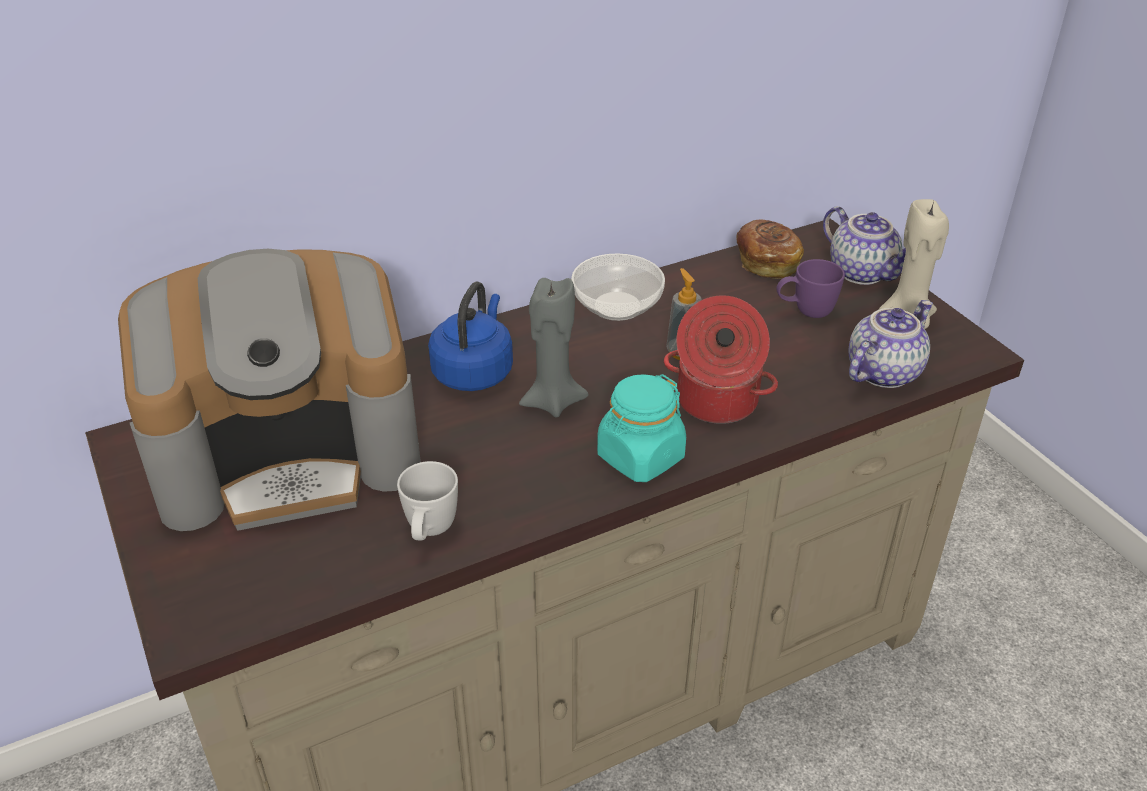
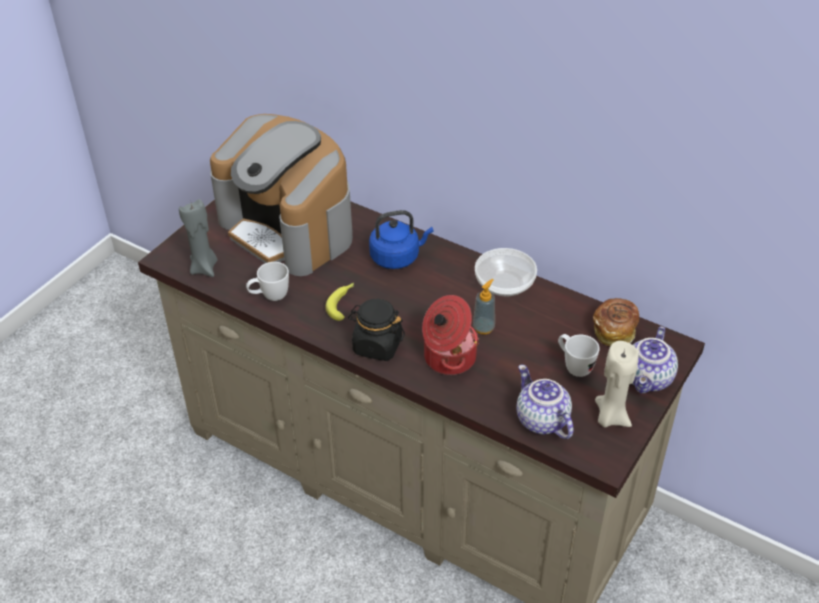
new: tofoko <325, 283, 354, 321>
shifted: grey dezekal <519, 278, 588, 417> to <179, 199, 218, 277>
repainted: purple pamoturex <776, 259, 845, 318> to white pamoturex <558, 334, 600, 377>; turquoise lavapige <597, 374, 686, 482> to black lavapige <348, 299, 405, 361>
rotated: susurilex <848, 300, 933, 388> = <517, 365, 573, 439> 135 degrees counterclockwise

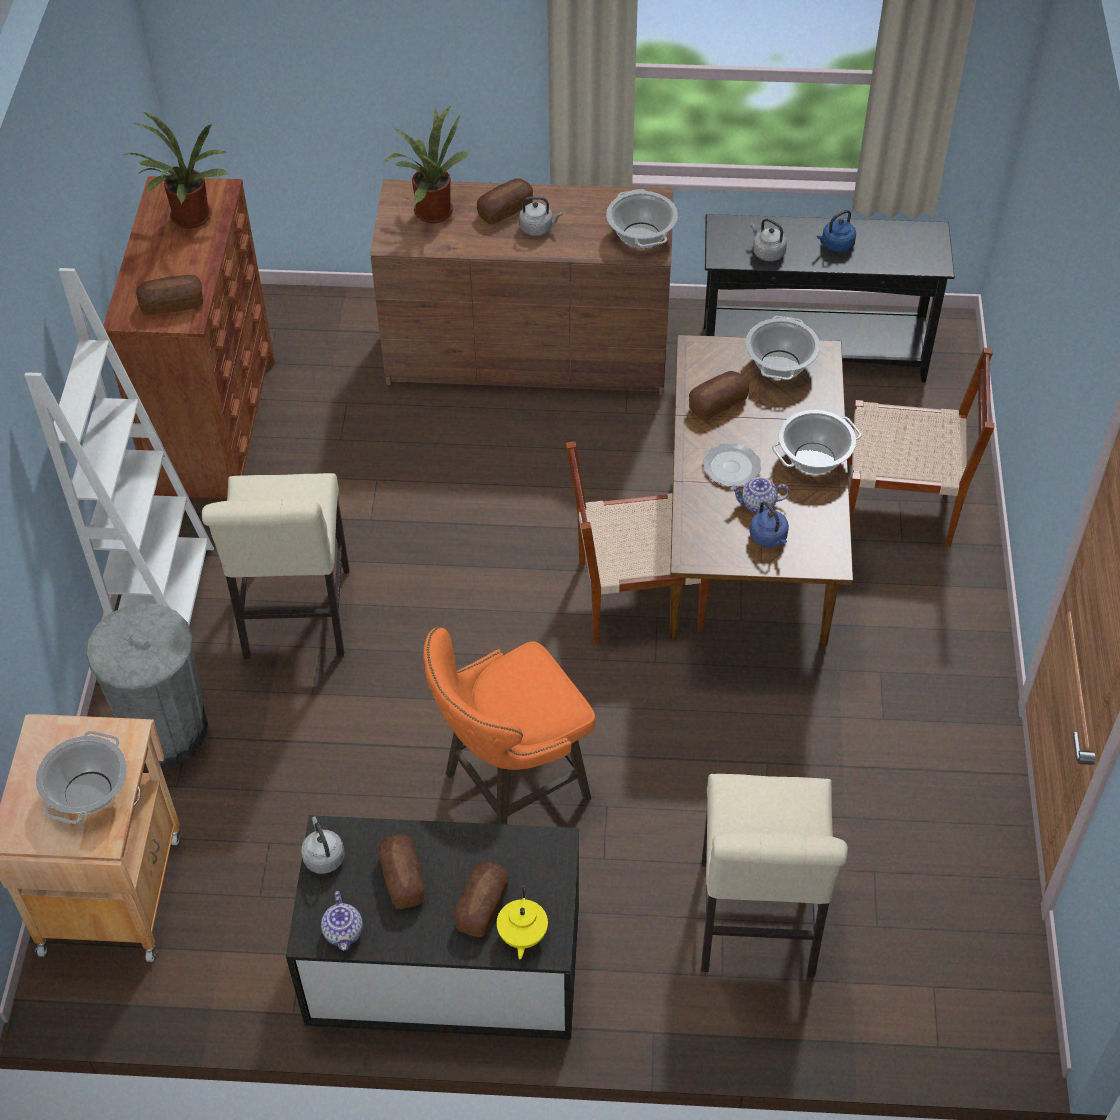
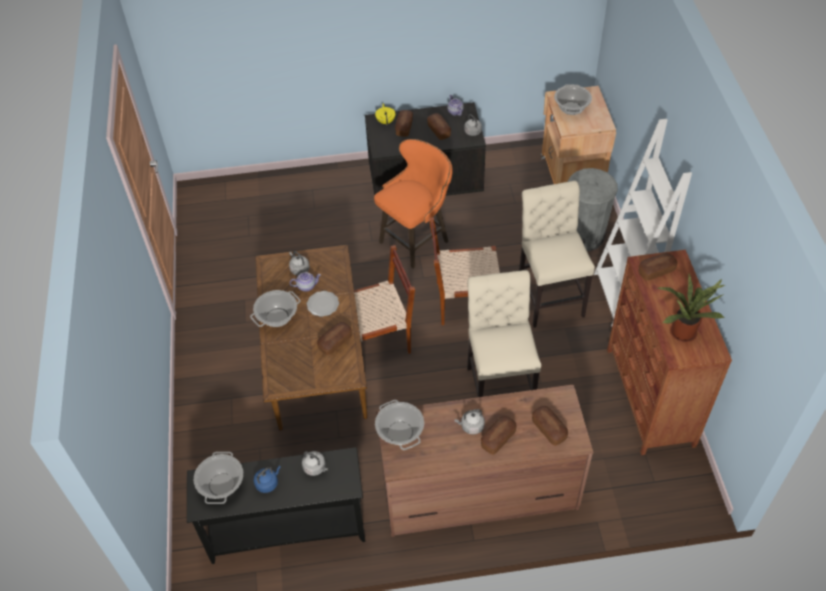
shifted: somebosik <745, 316, 820, 380> to <194, 452, 243, 504>; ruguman <847, 348, 994, 547> to <429, 217, 500, 325>; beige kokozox <701, 774, 848, 977> to <467, 270, 541, 397>
swapped: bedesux <384, 106, 470, 223> to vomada <532, 406, 568, 446>
repainted: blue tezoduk <750, 501, 789, 548> to grey tezoduk <289, 251, 310, 276>

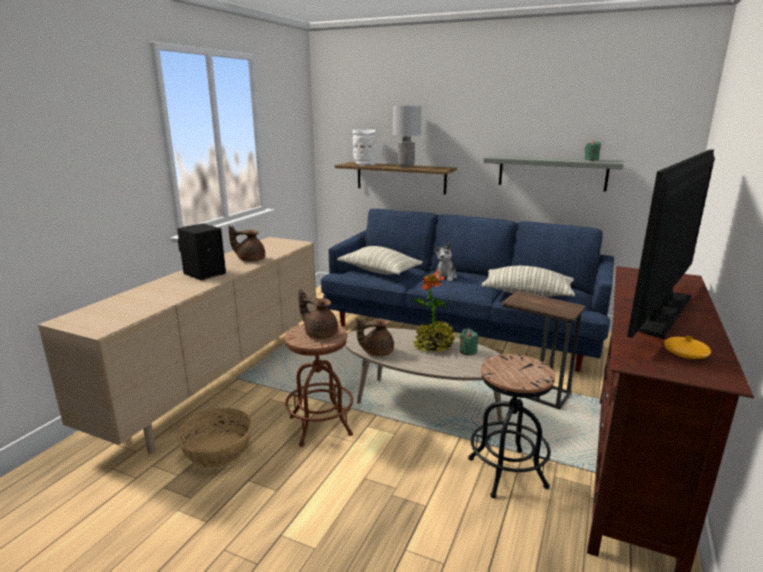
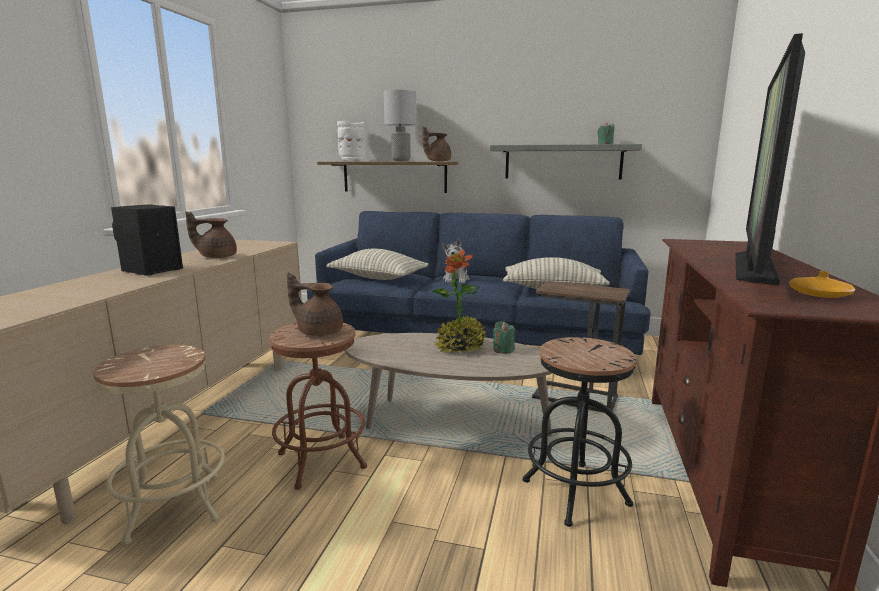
shifted: brown susurilex <357, 318, 394, 356> to <423, 126, 451, 161>
swapped: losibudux <176, 408, 253, 468> to beige kokozox <93, 345, 225, 545>

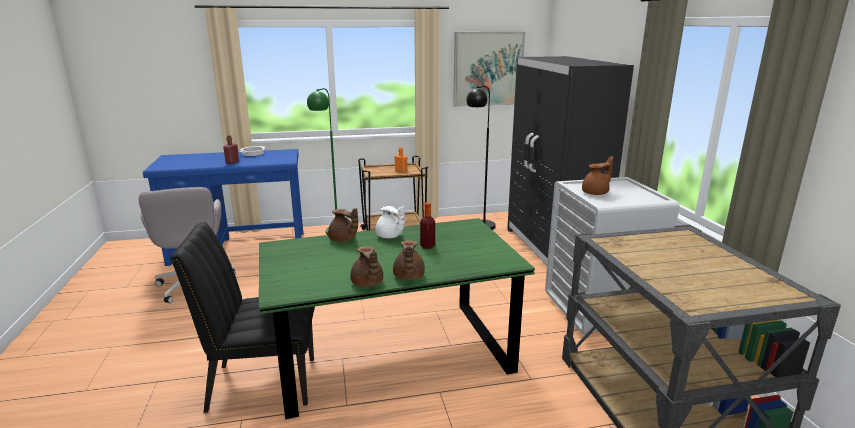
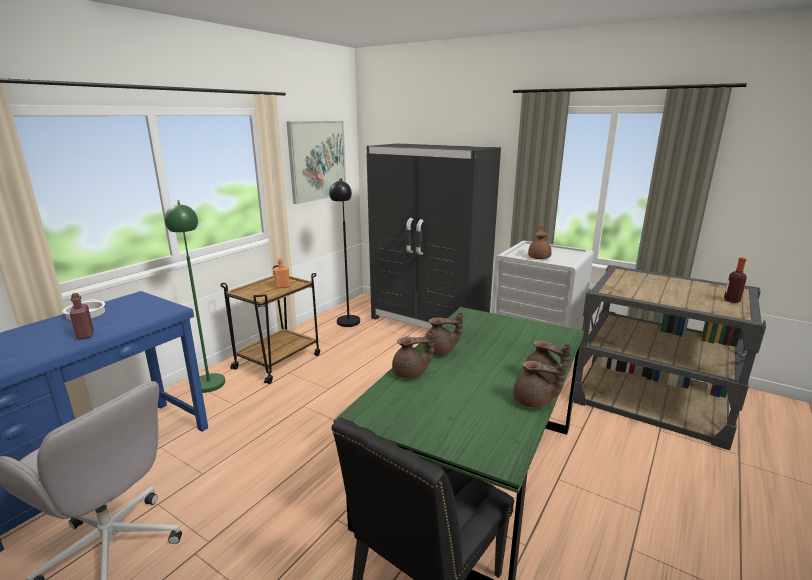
shifted: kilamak <420, 202, 435, 249> to <724, 258, 747, 303>
repainted: white susurilex <375, 206, 405, 239> to brown susurilex <423, 312, 463, 355>

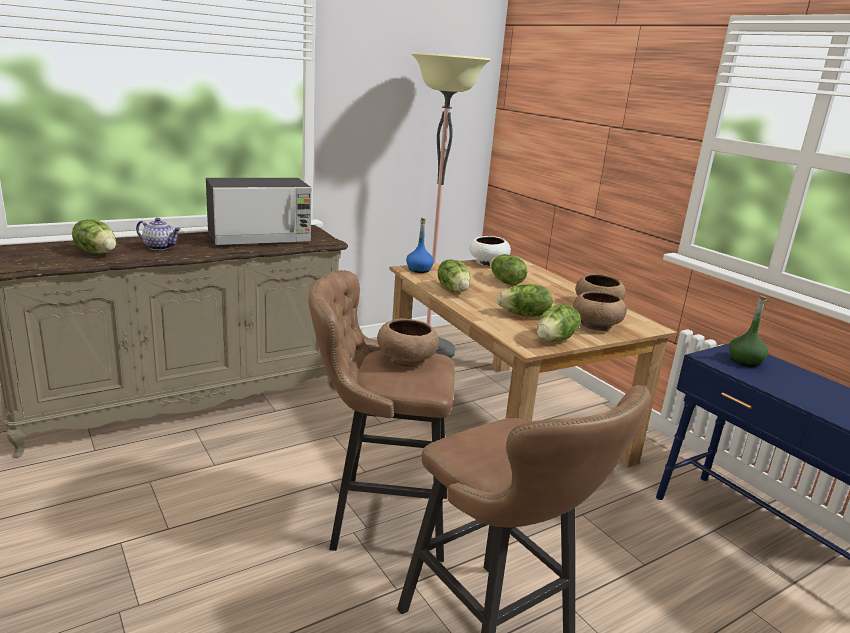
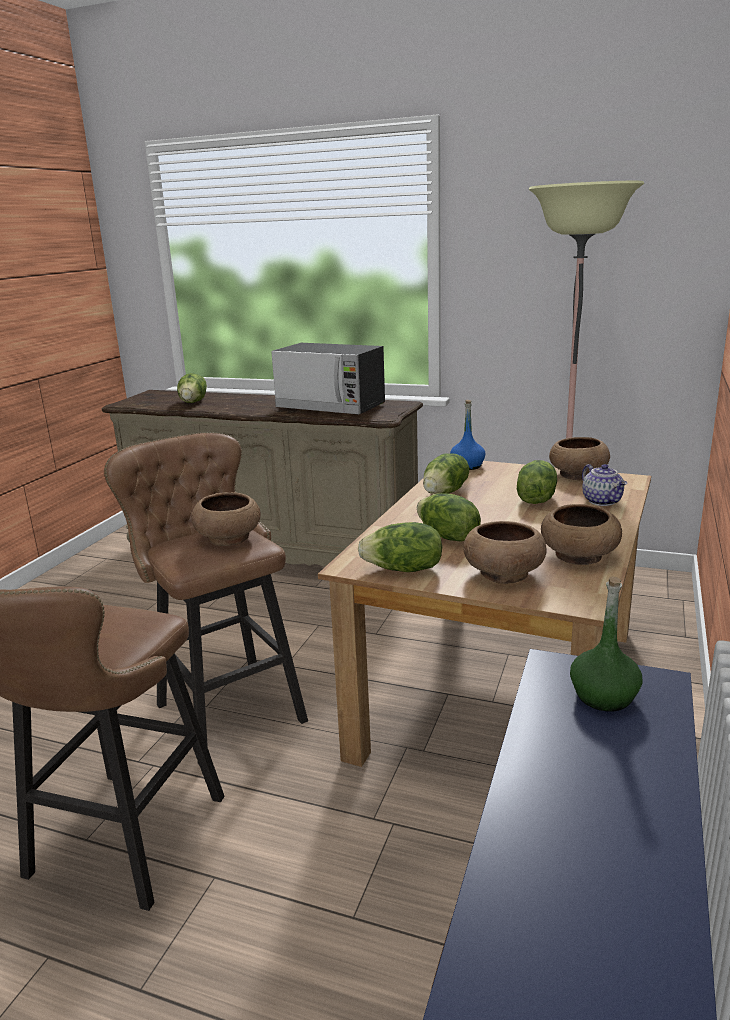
shifted: susurilex <136, 218, 181, 250> to <582, 464, 627, 506>
repainted: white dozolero <469, 236, 511, 266> to brown dozolero <549, 437, 610, 480>

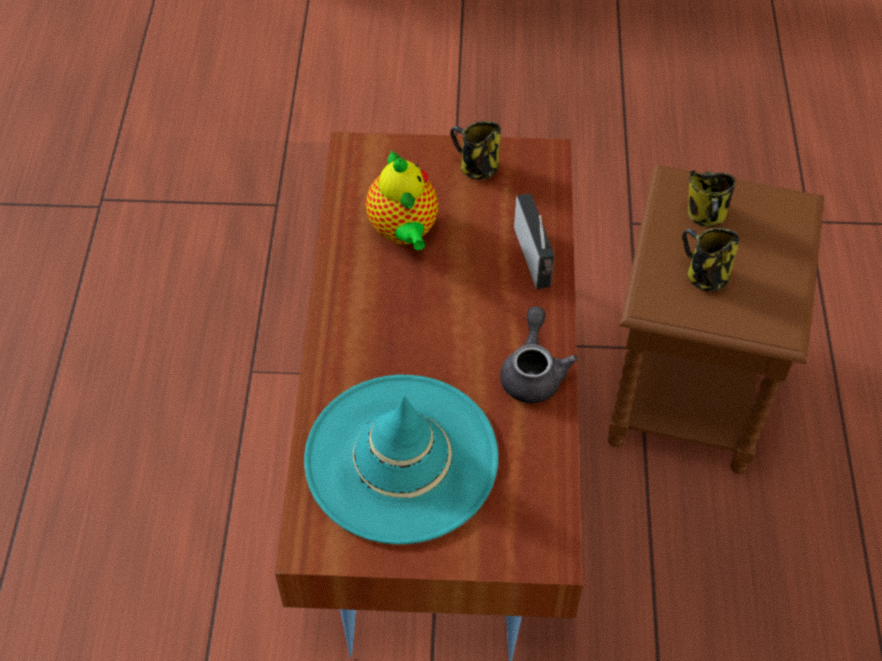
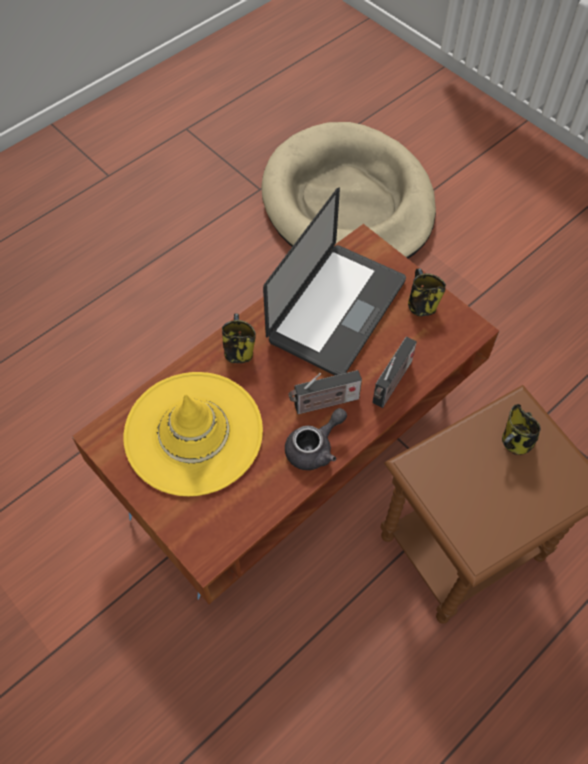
new: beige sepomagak <261, 122, 436, 258>; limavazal <288, 370, 362, 414>
shifted: pamoturex <682, 228, 740, 291> to <222, 314, 256, 363>
swapped: susurilex <366, 150, 439, 250> to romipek <263, 187, 406, 375>
repainted: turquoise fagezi <304, 374, 498, 544> to yellow fagezi <123, 372, 263, 496>

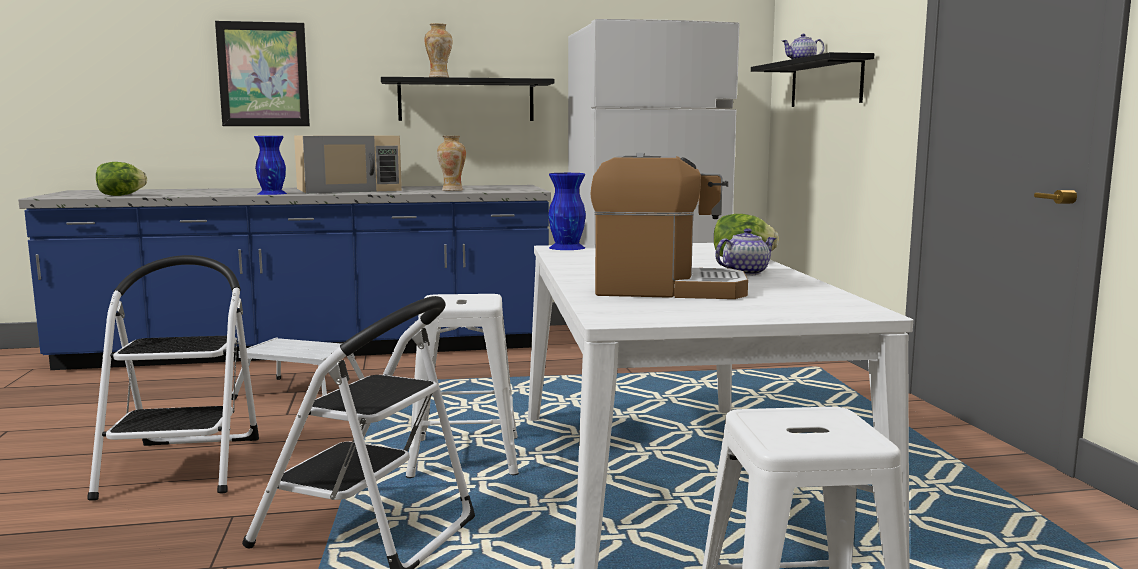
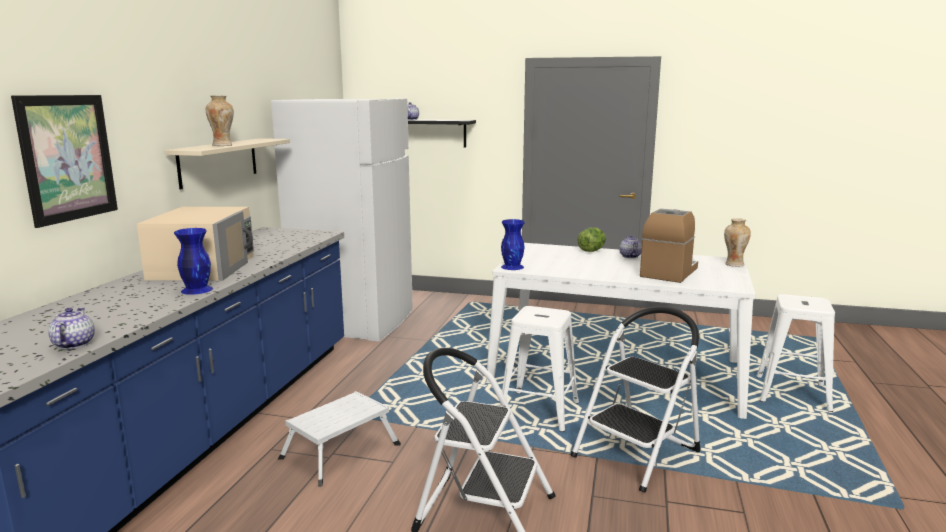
shifted: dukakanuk <437, 136, 466, 191> to <724, 218, 751, 267>
swapped: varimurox <96, 162, 147, 196> to susurilex <48, 308, 95, 349>
repainted: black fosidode <381, 77, 554, 121> to beige fosidode <164, 138, 290, 190>

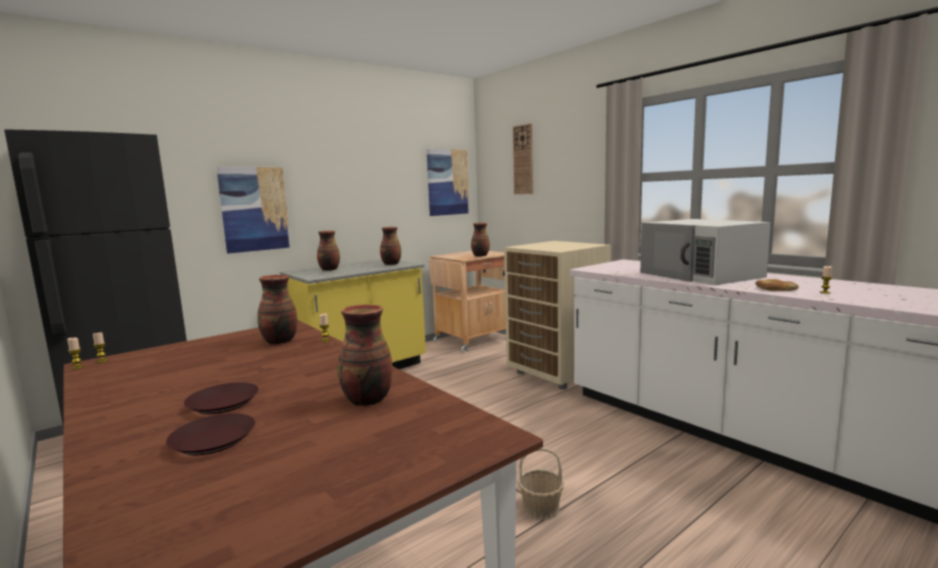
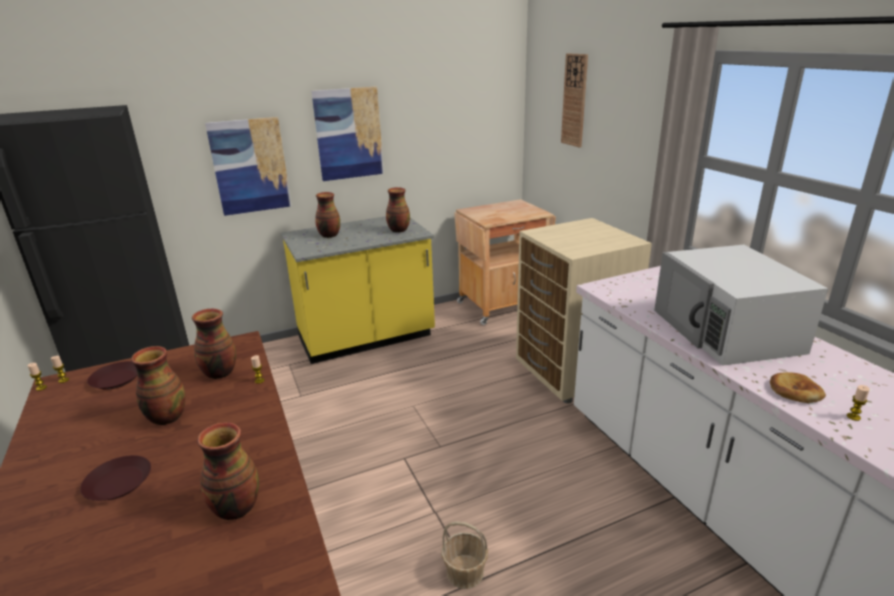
shifted: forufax <427, 149, 469, 216> to <311, 86, 384, 181>; dukakanuk <471, 223, 490, 257> to <131, 346, 185, 425>; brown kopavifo <166, 413, 255, 455> to <87, 361, 137, 390>

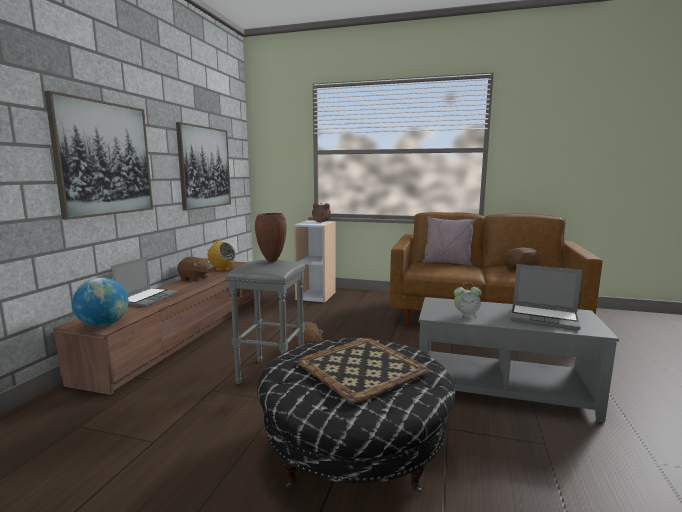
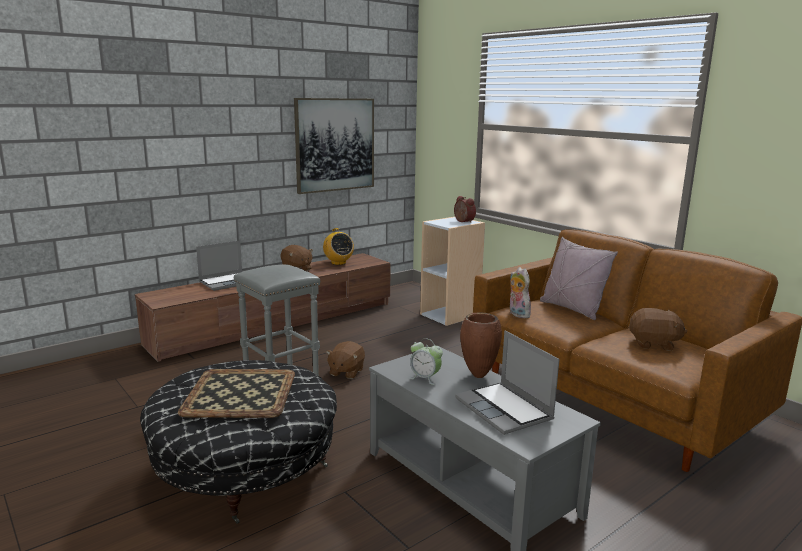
gone: forufax <44, 91, 153, 220>; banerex <72, 278, 128, 327>
new: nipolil <510, 267, 531, 318>
shifted: brown dukakanuk <255, 213, 287, 262> to <460, 313, 502, 378>

